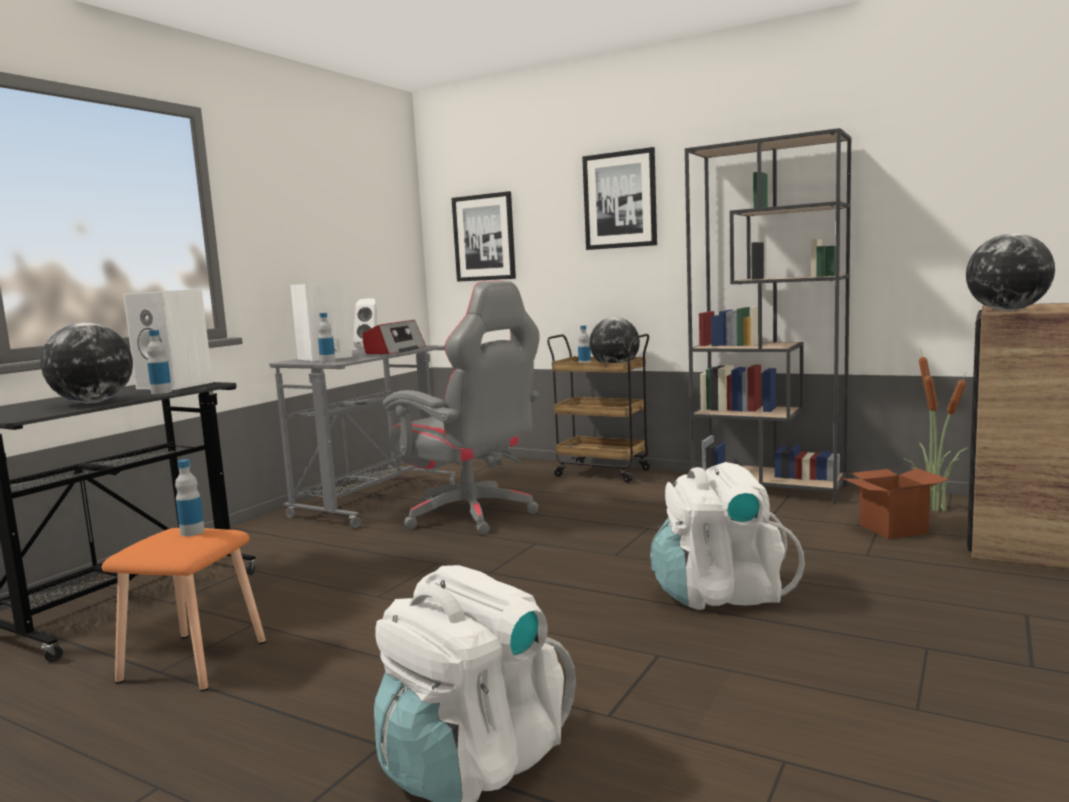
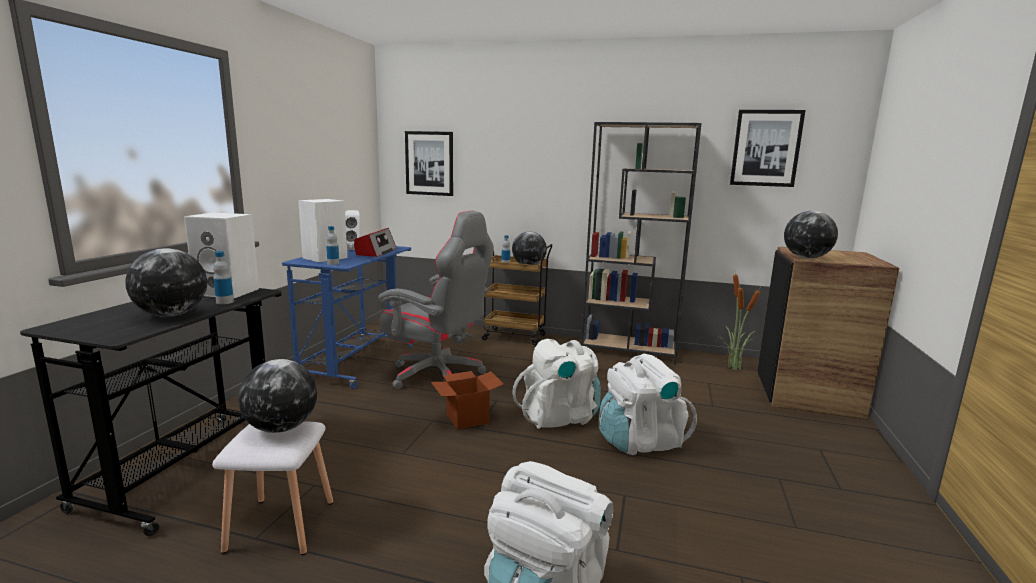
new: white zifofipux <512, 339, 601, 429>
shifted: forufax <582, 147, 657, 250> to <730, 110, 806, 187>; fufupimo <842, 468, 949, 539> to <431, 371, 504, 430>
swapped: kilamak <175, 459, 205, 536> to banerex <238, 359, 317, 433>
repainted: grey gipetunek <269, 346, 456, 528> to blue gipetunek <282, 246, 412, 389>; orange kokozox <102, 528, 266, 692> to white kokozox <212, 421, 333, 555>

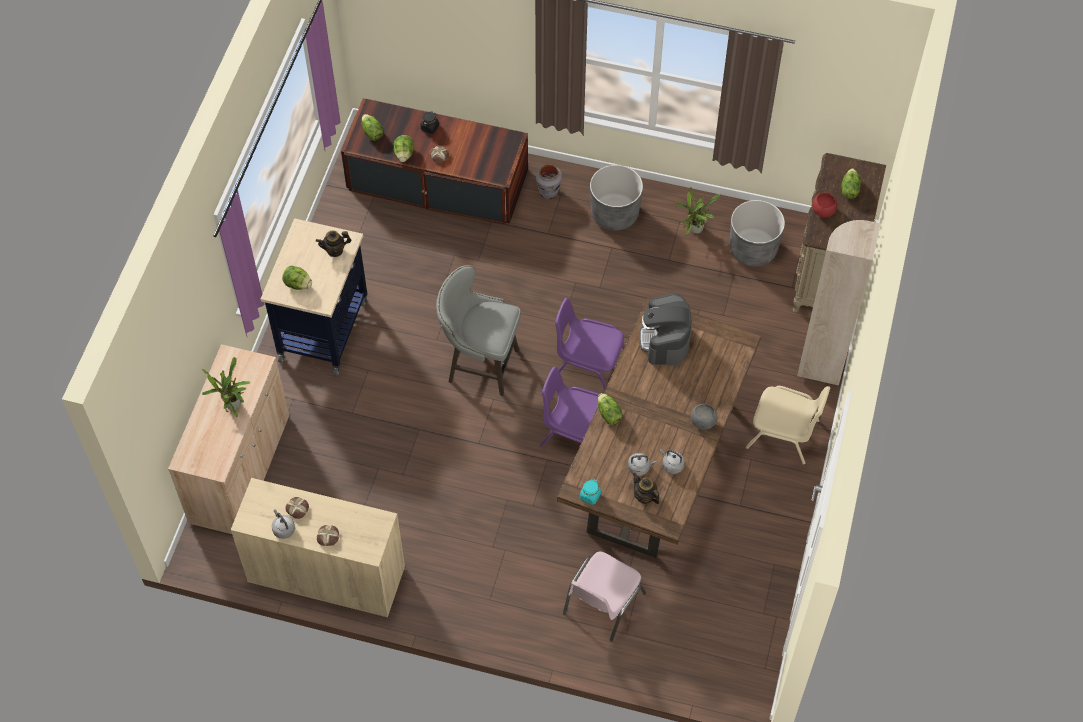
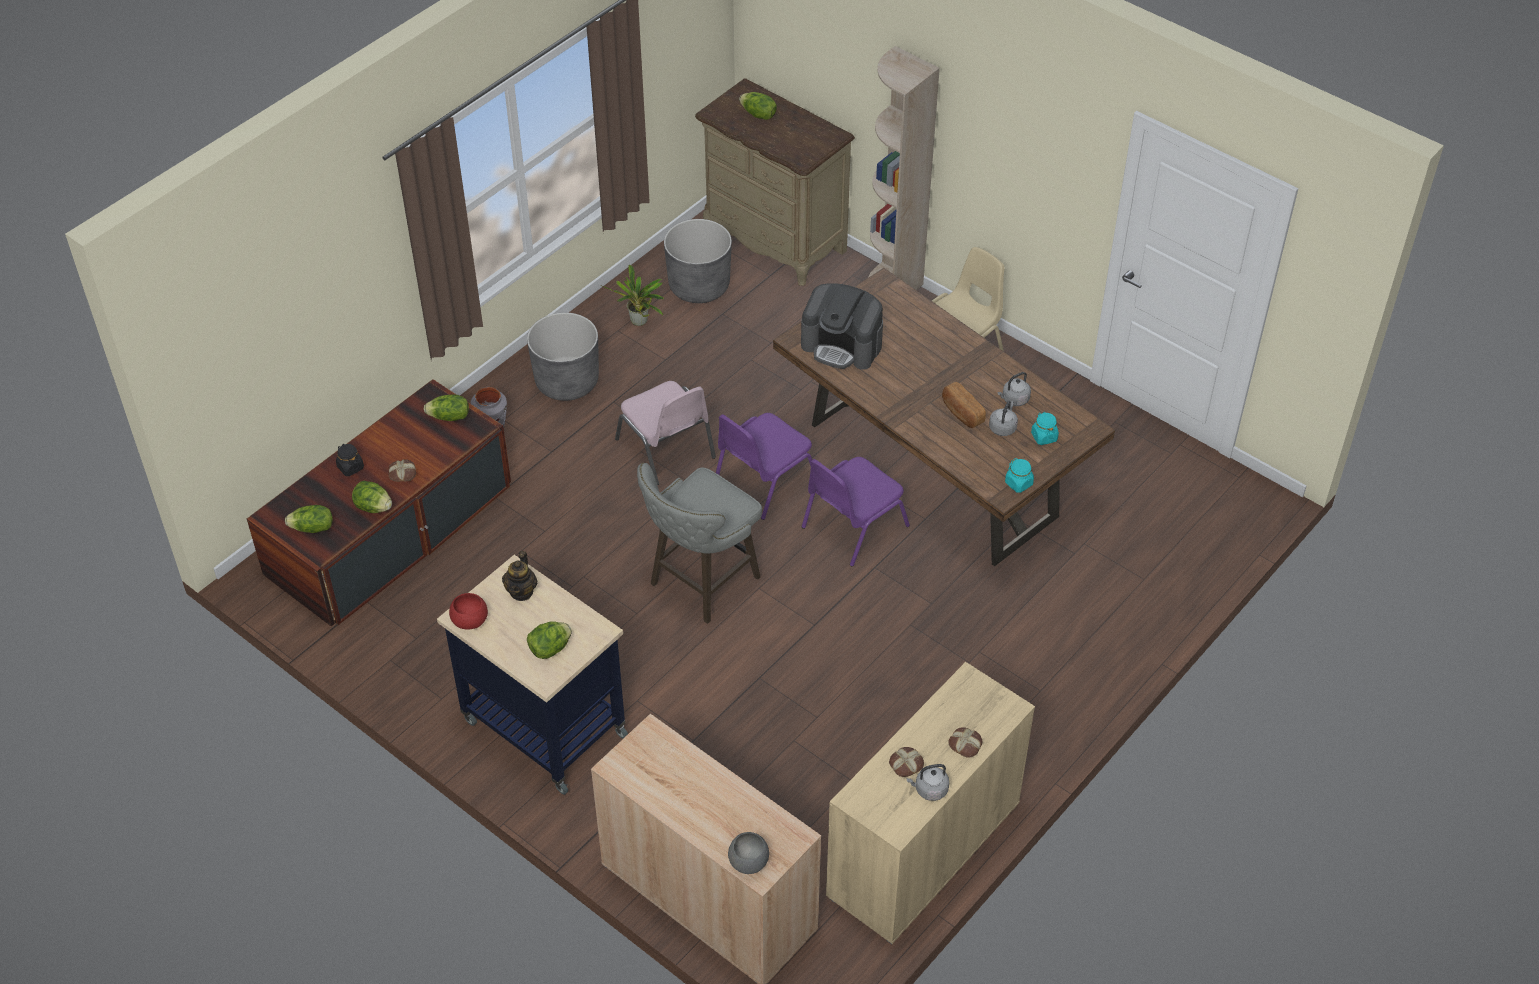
gone: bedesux <202, 357, 250, 417>
new: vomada <942, 382, 986, 428>
shifted: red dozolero <812, 193, 837, 217> to <449, 593, 488, 630>; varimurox <598, 393, 622, 425> to <424, 394, 469, 421>; grey dozolero <691, 404, 718, 429> to <728, 832, 769, 874>; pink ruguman <563, 552, 646, 642> to <615, 381, 716, 485>
swapped: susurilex <633, 473, 660, 504> to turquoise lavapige <1031, 412, 1059, 445>

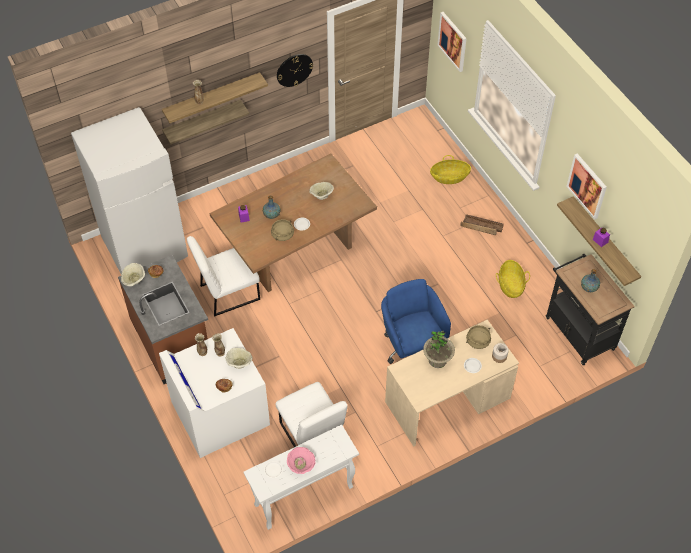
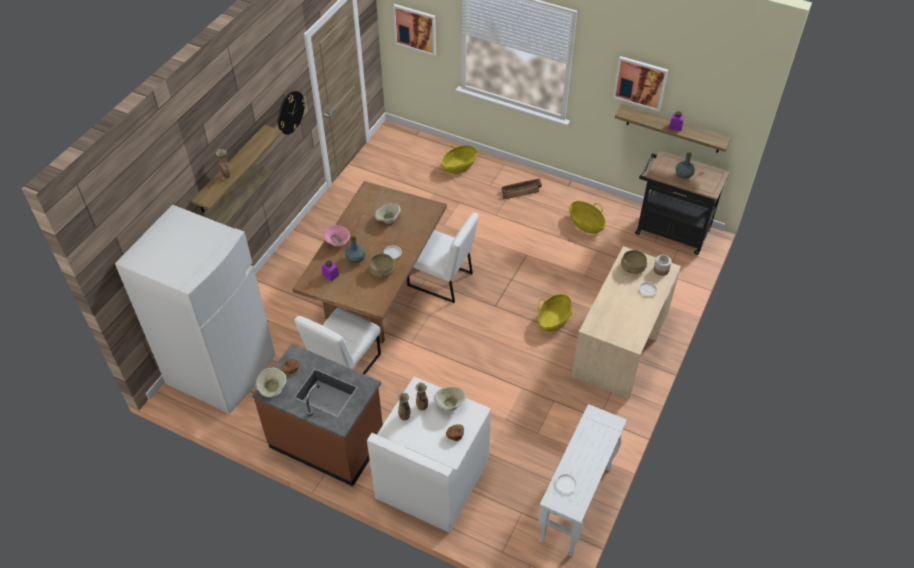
gone: bedesux <423, 331, 455, 368>
shifted: white ruguman <276, 382, 348, 447> to <407, 213, 479, 303>; pink dozolero <287, 447, 315, 474> to <323, 225, 350, 247>
swapped: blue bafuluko <381, 279, 451, 364> to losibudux <537, 294, 574, 332>

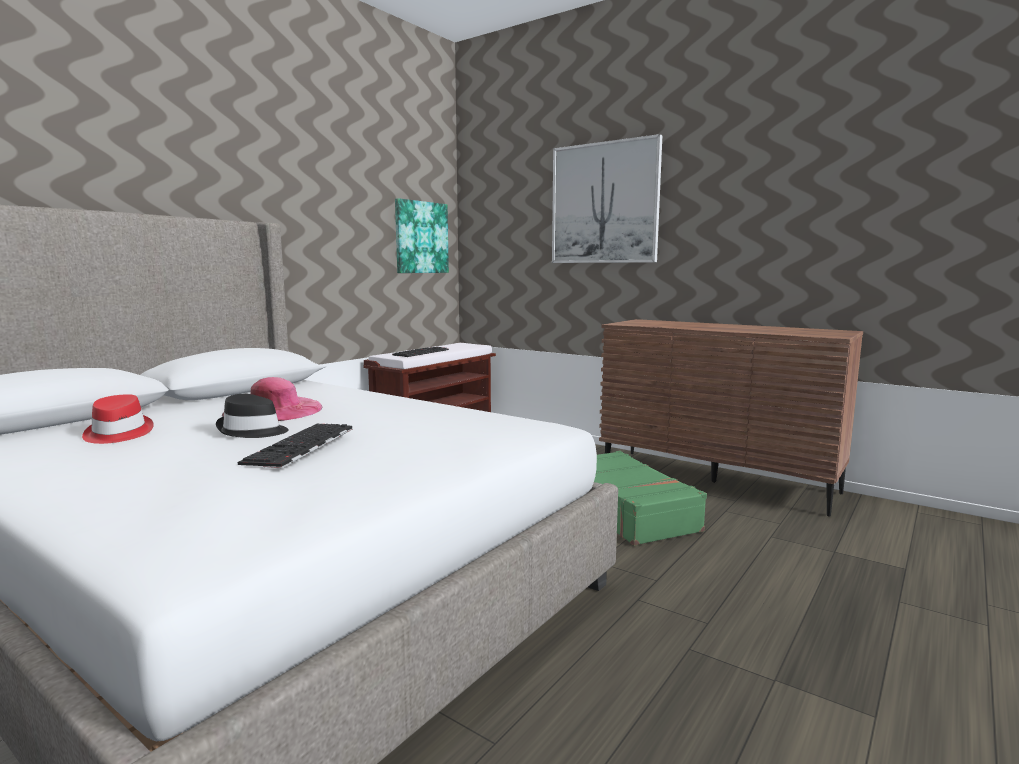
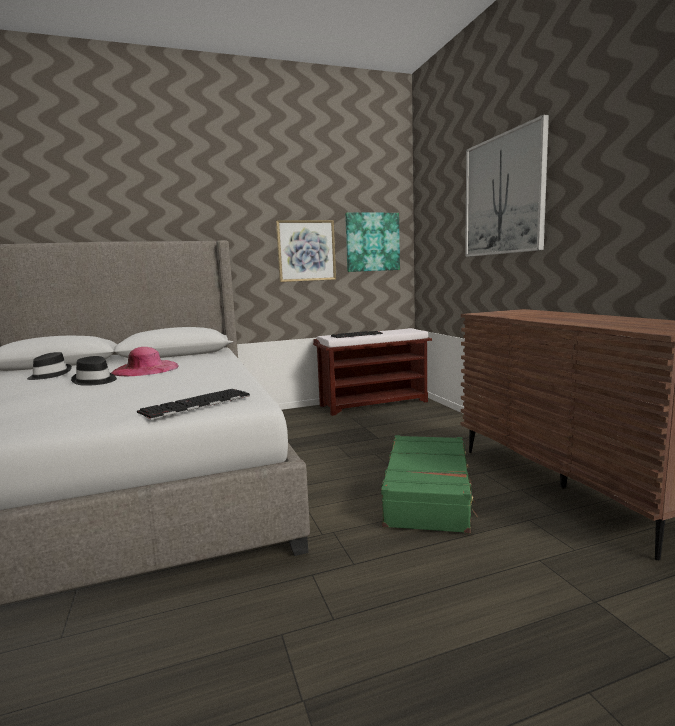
new: forufax <276, 220, 336, 282>
shifted: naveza <238, 424, 352, 468> to <137, 389, 250, 420>
repainted: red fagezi <82, 394, 154, 444> to black fagezi <27, 352, 72, 380>

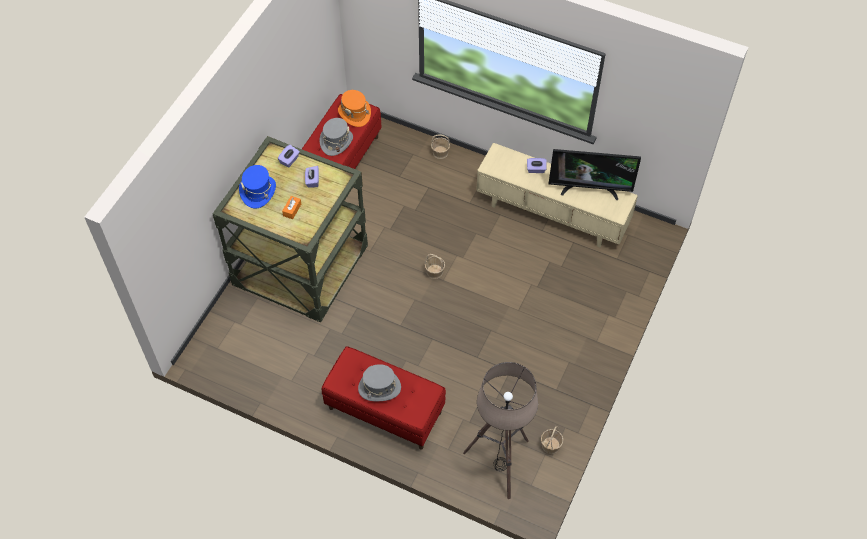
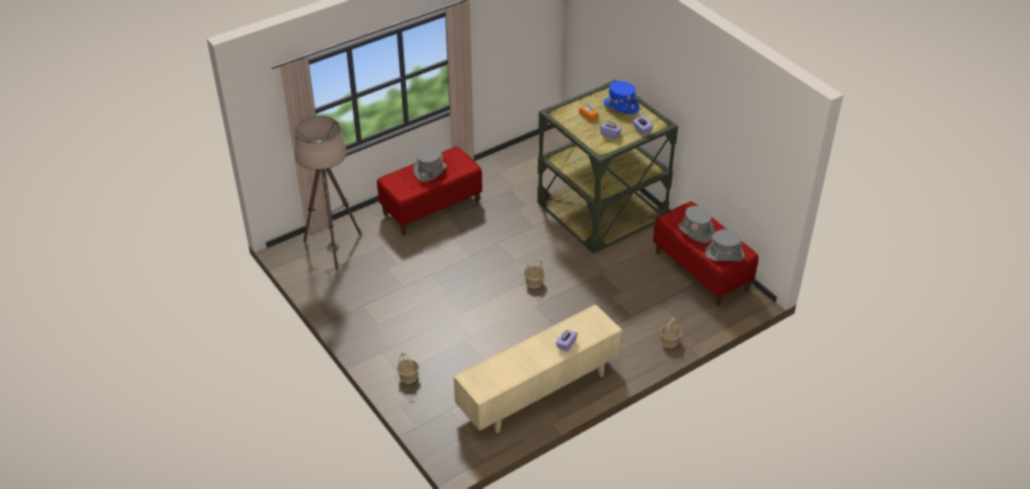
gone: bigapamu <549, 149, 641, 200>
shifted: losibudux <541, 426, 563, 454> to <397, 353, 419, 384>
repainted: orange fagezi <338, 90, 371, 127> to grey fagezi <705, 229, 745, 261>

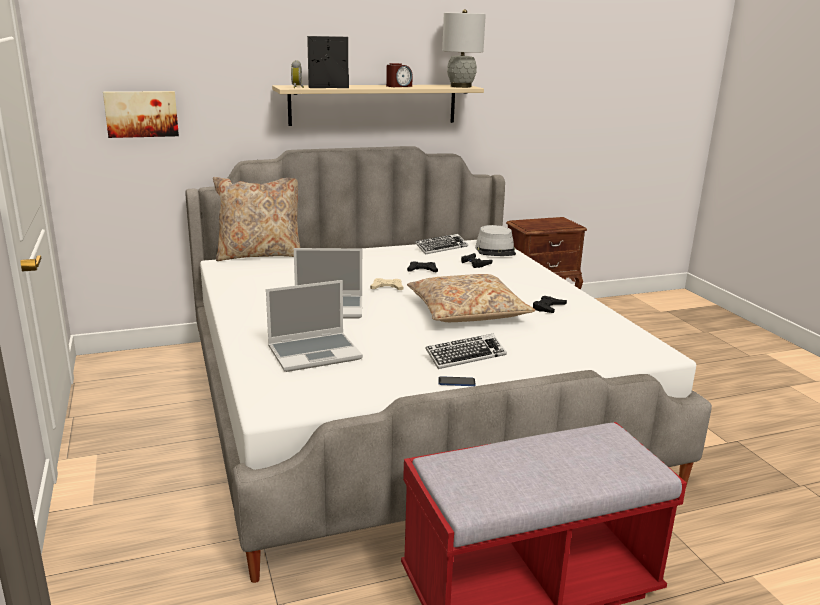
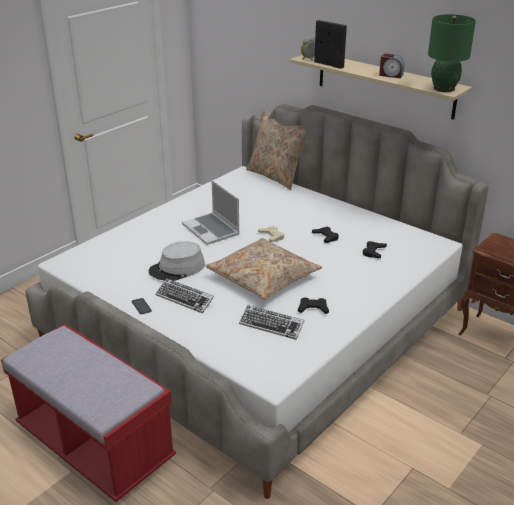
gone: forufax <103, 91, 179, 138>; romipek <266, 280, 363, 372>
shifted: grey fagezi <475, 225, 516, 256> to <149, 241, 205, 281>; naveza <415, 234, 468, 254> to <239, 305, 304, 340>
repainted: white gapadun <442, 9, 486, 88> to green gapadun <428, 14, 476, 92>

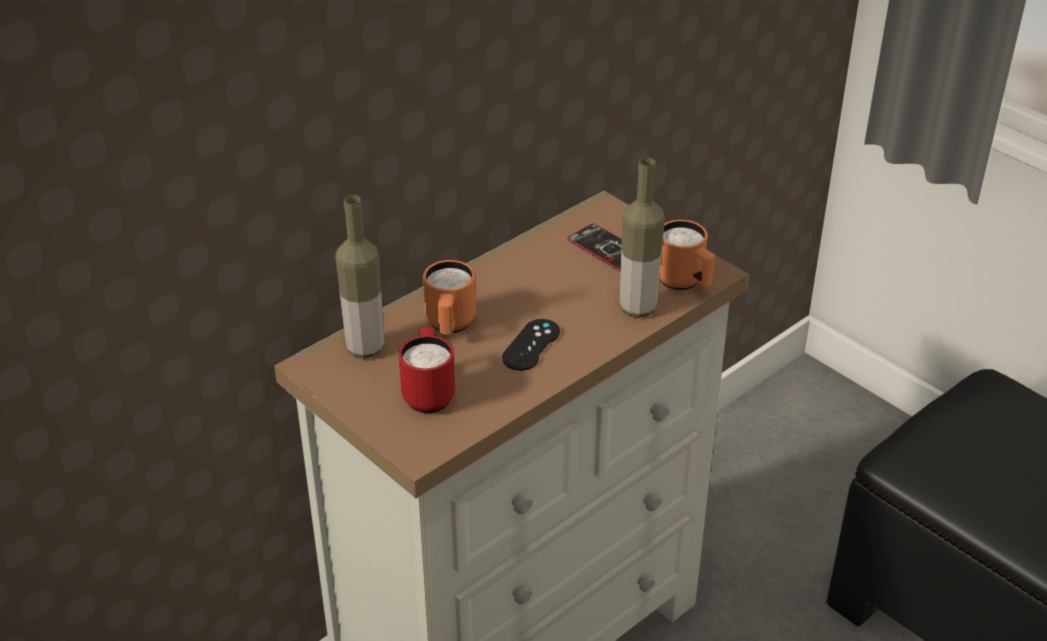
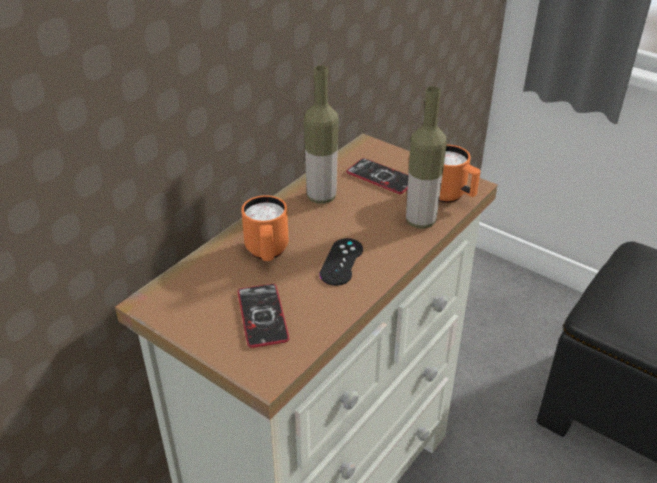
shifted: kilamak <335, 195, 384, 359> to <304, 65, 338, 204>
swapped: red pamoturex <399, 327, 455, 413> to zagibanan <238, 284, 290, 348>

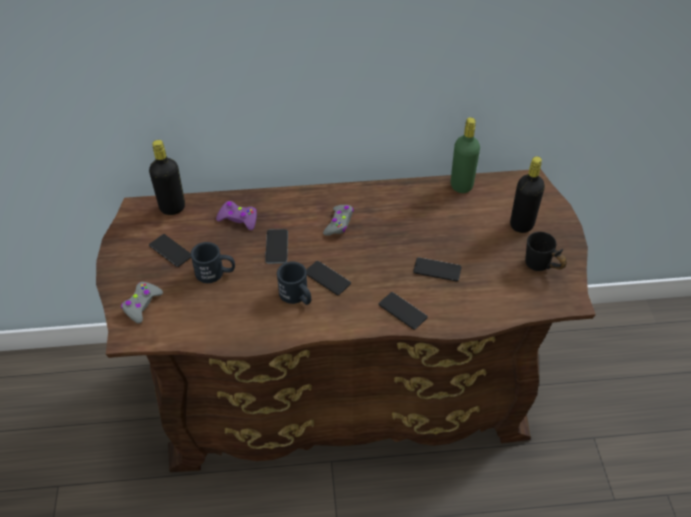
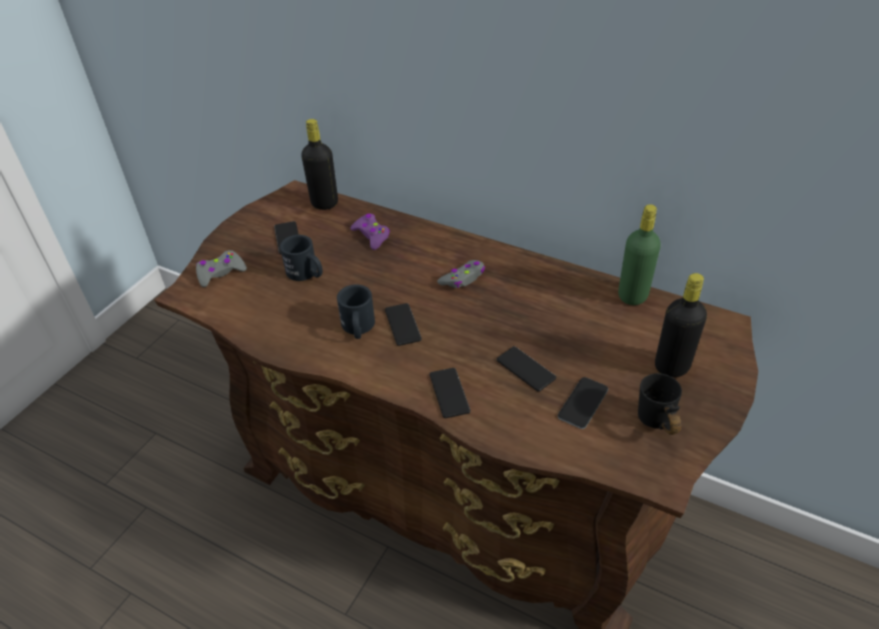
shifted: zagibanan <265, 229, 288, 264> to <558, 377, 608, 429>

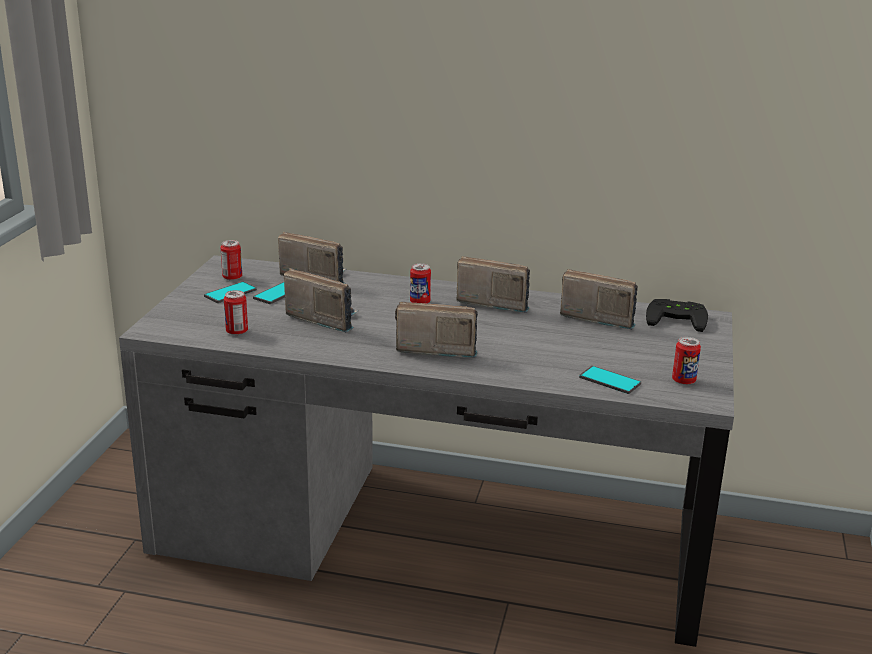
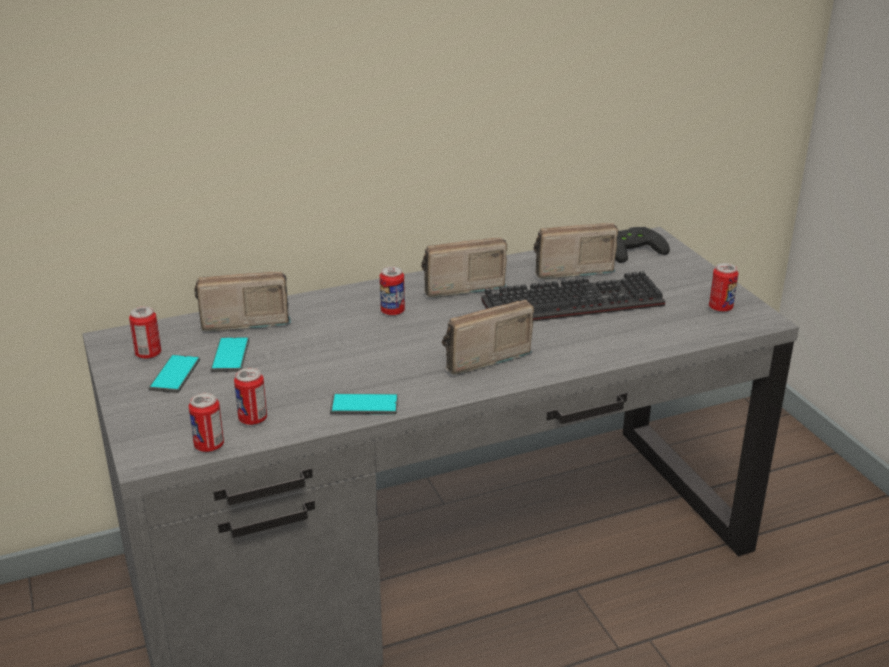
gone: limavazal <284, 268, 359, 333>
new: naveza <481, 271, 665, 322>; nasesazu <188, 393, 224, 452>
shifted: zagibanan <579, 366, 641, 394> to <330, 393, 398, 415>

